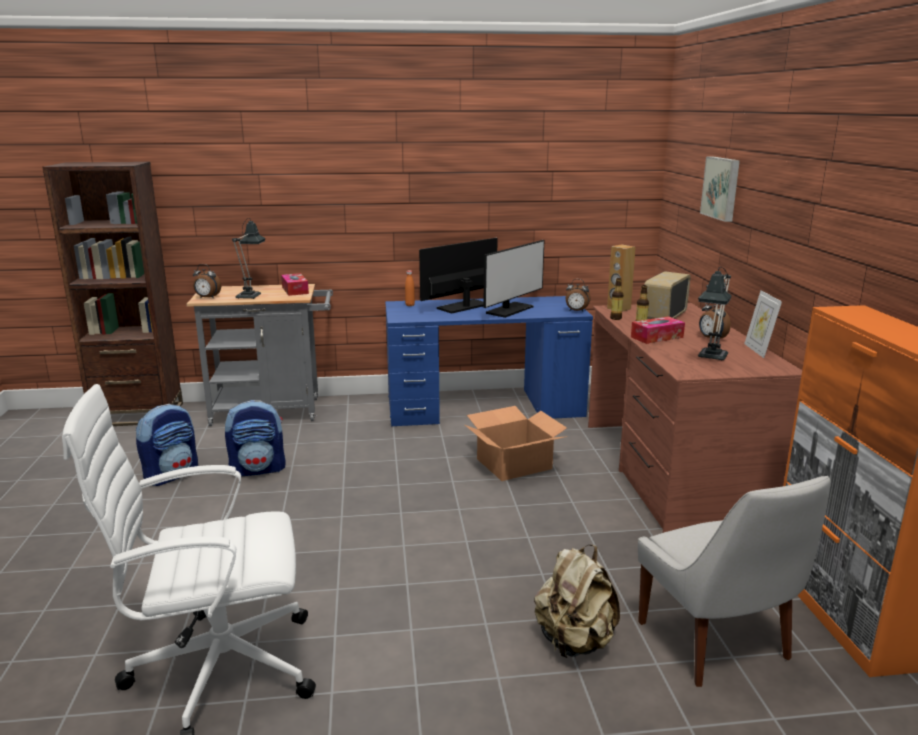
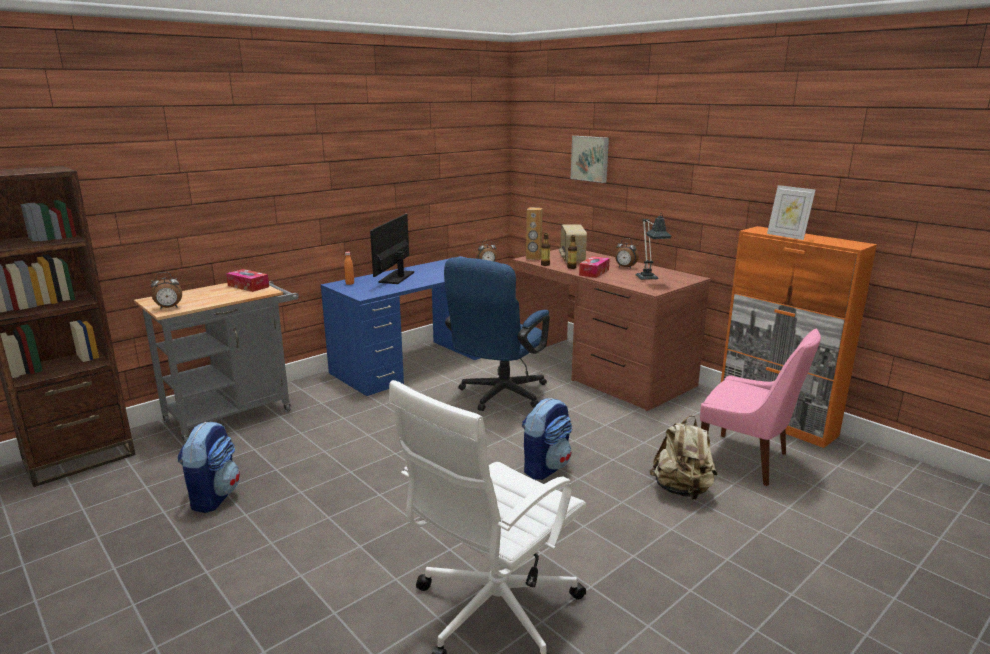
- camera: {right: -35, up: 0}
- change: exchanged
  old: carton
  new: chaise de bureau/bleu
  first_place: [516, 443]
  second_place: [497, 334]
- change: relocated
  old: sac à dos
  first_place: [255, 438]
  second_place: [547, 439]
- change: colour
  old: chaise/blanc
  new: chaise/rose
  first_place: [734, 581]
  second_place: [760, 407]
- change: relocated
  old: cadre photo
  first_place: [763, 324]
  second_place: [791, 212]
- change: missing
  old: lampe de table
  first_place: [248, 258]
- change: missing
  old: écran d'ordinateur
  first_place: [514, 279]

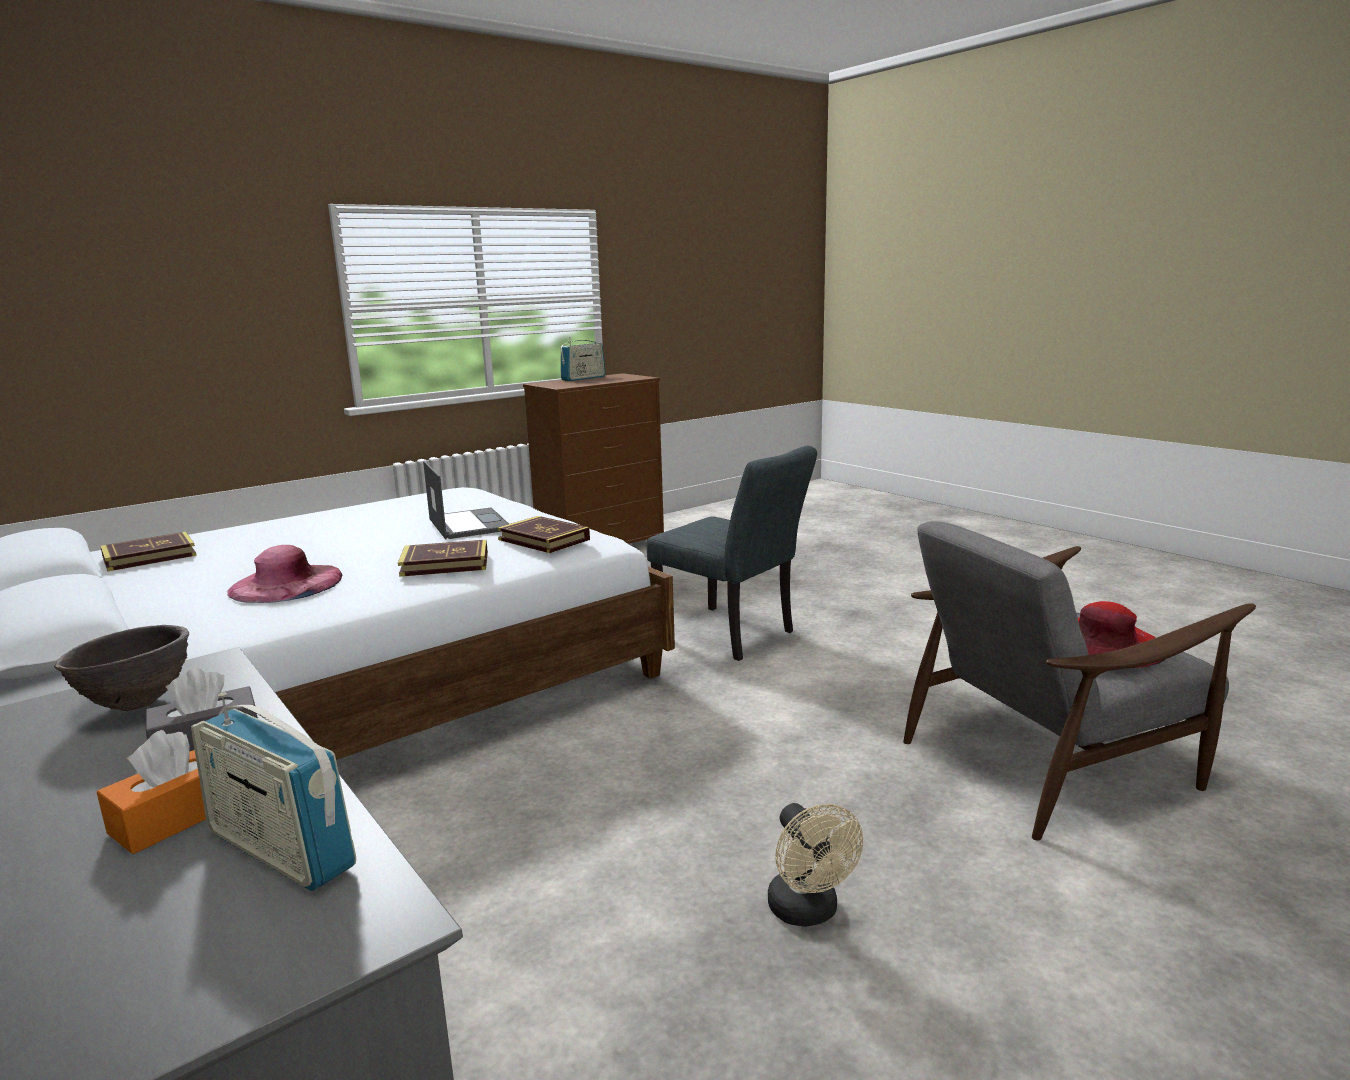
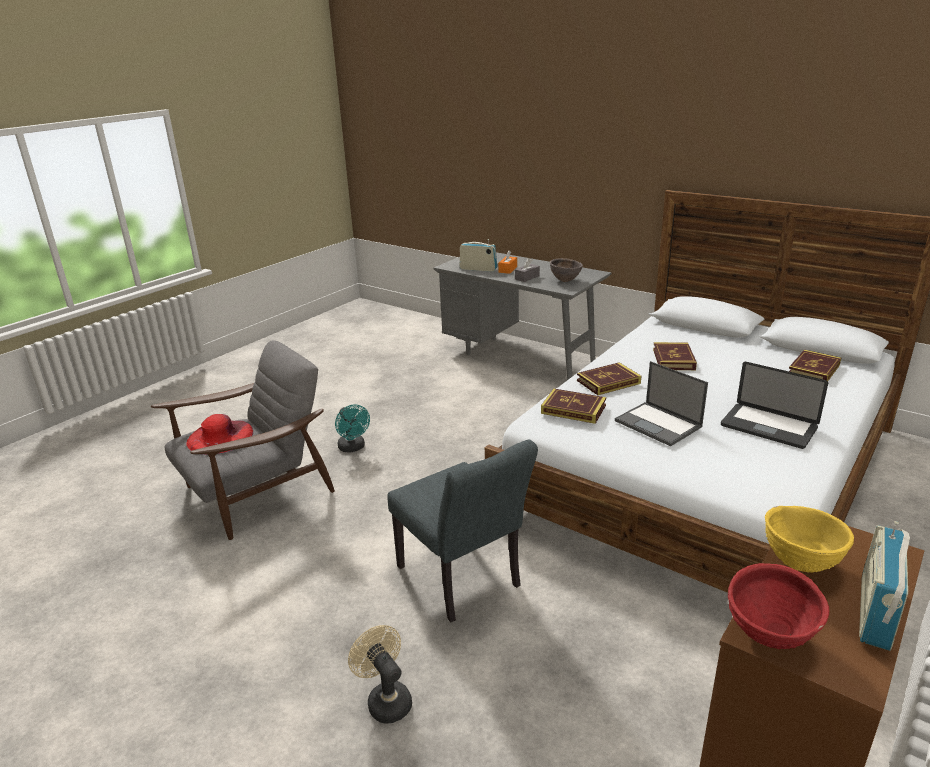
- camera: {right: 165, up: 10}
- change: appeared
  new: ventilateur/turquoise
  second_place: [352, 428]
- change: relocated
  old: ventilateur/beige
  first_place: [815, 865]
  second_place: [380, 674]
- change: spun
  old: chaise/gris
  first_place: [732, 553]
  second_place: [463, 530]
  degrees: -150
- change: exchanged
  old: chapeau/rose
  new: livre
  first_place: [284, 574]
  second_place: [675, 356]
- change: appeared
  new: ordinateur portable
  second_place: [774, 405]
- change: appeared
  new: bol/rouge
  second_place: [778, 606]
- change: appeared
  new: bol/jaune
  second_place: [809, 539]

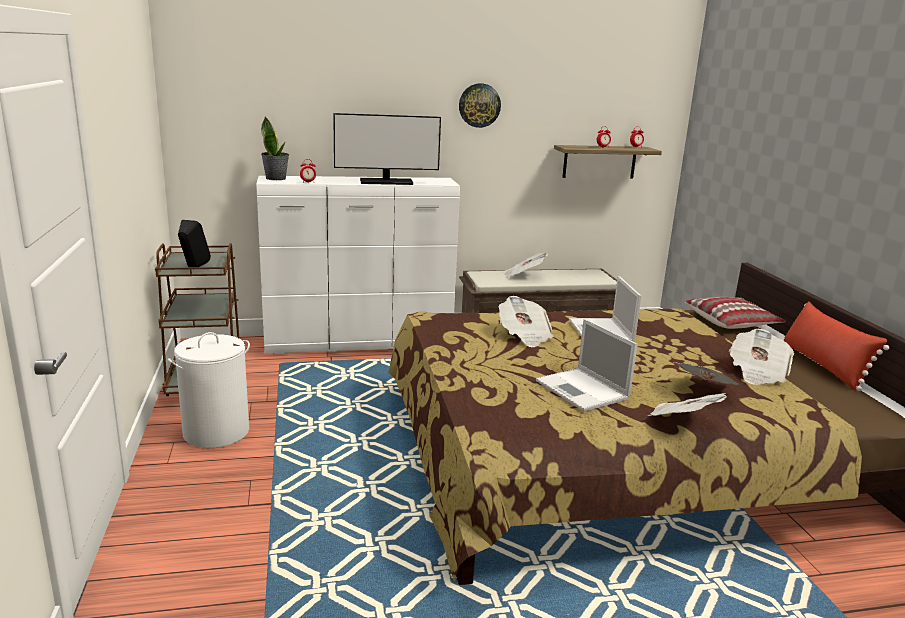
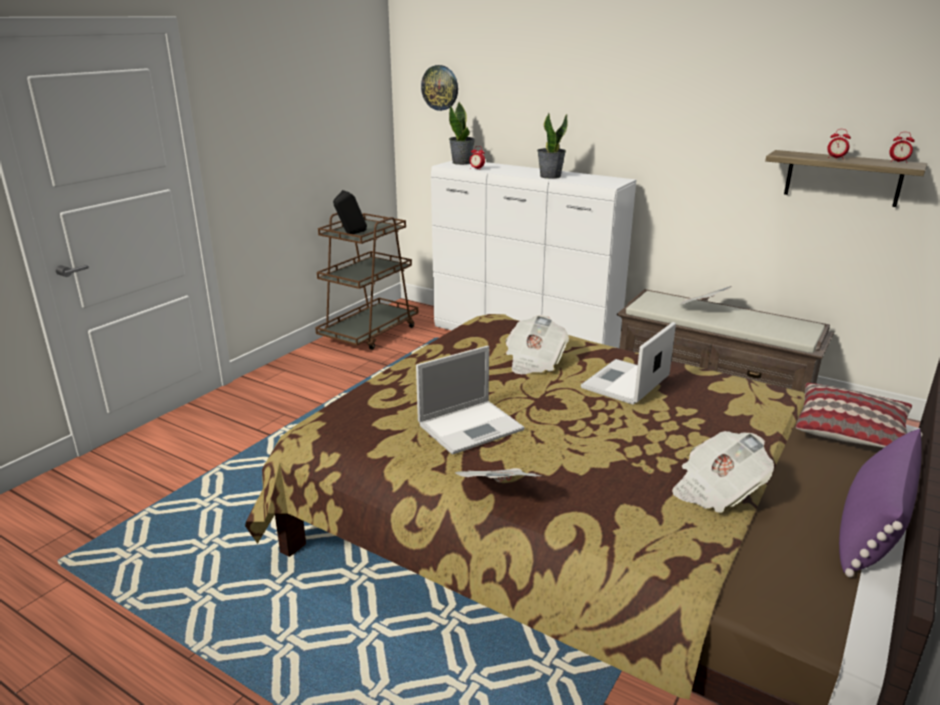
- camera: {right: 45, up: 5}
- change: spun
  old: ordinateur portable
  first_place: [586, 365]
  second_place: [470, 400]
  degrees: -135
- change: relocated
  old: horloge murale
  first_place: [480, 105]
  second_place: [439, 88]
- change: exchanged
  old: écran d'ordinateur
  new: plante en pot
  first_place: [387, 149]
  second_place: [552, 146]
- change: colour
  old: coussin/rouge
  new: coussin/violet
  first_place: [836, 346]
  second_place: [881, 503]
- change: missing
  old: panier à linge/blanc
  first_place: [209, 390]
- change: missing
  old: journal
  first_place: [706, 373]

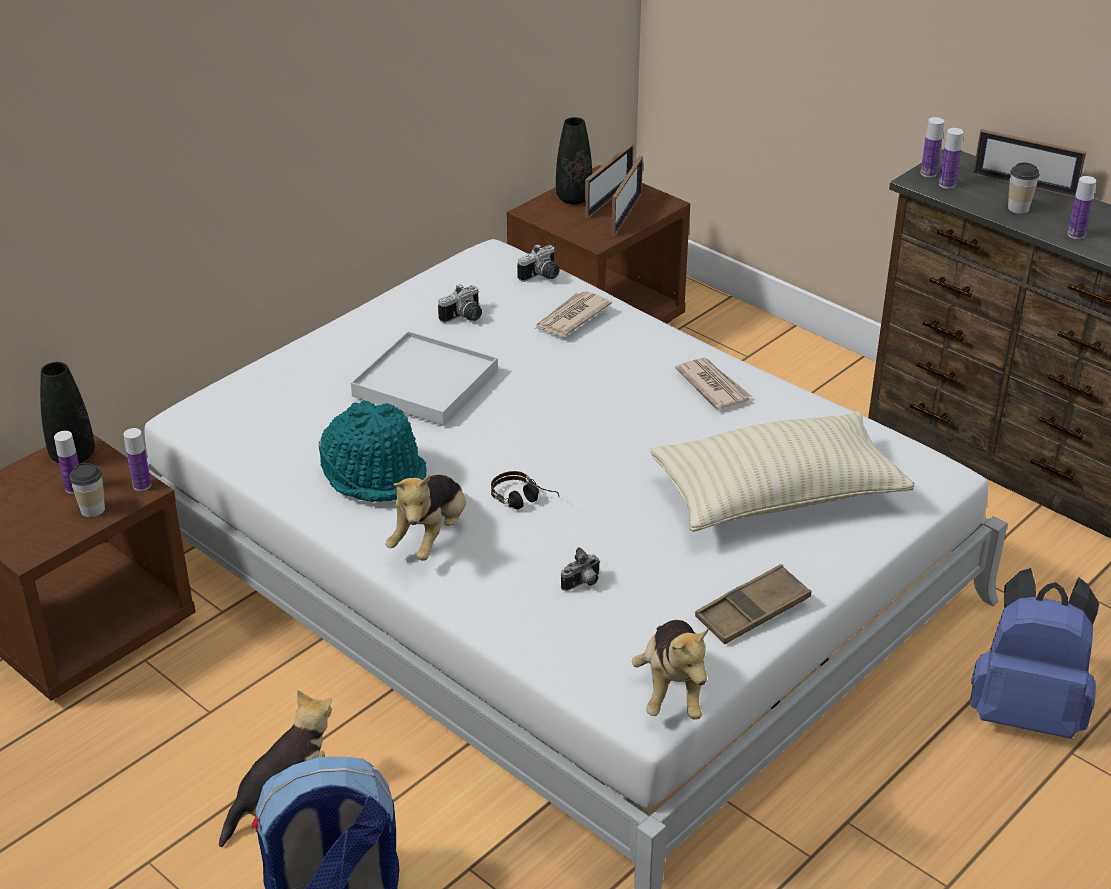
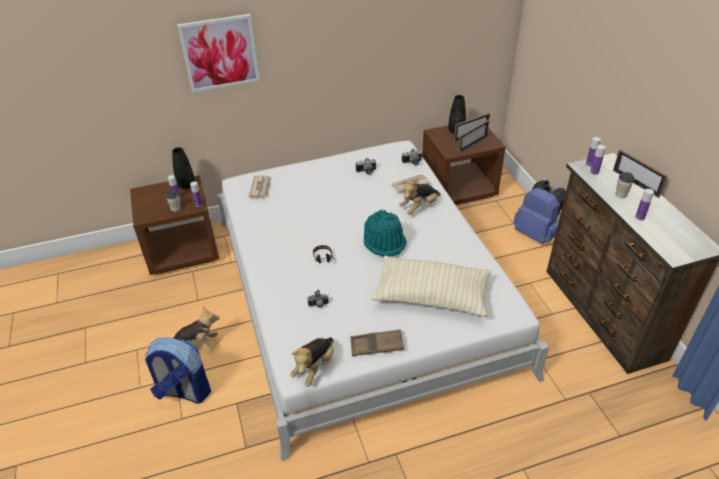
- camera: {right: 30, up: 5}
- change: appeared
  new: tableau
  second_place: [218, 53]
- change: relocated
  old: journal
  first_place: [714, 384]
  second_place: [260, 186]
- change: relocated
  old: chapeau/turquoise
  first_place: [373, 451]
  second_place: [385, 233]
- change: relocated
  old: peluche
  first_place: [425, 518]
  second_place: [420, 198]
- change: relocated
  old: sac à dos/bleu
  first_place: [1034, 653]
  second_place: [539, 212]
- change: missing
  old: plateau/blanc
  first_place: [424, 378]

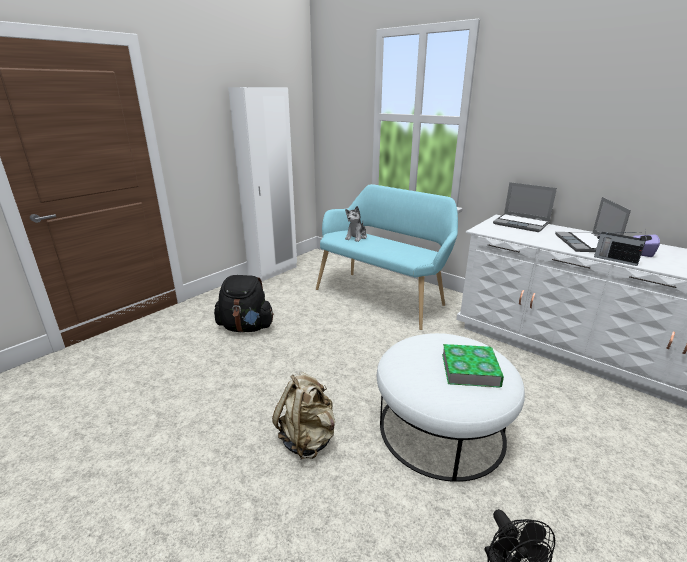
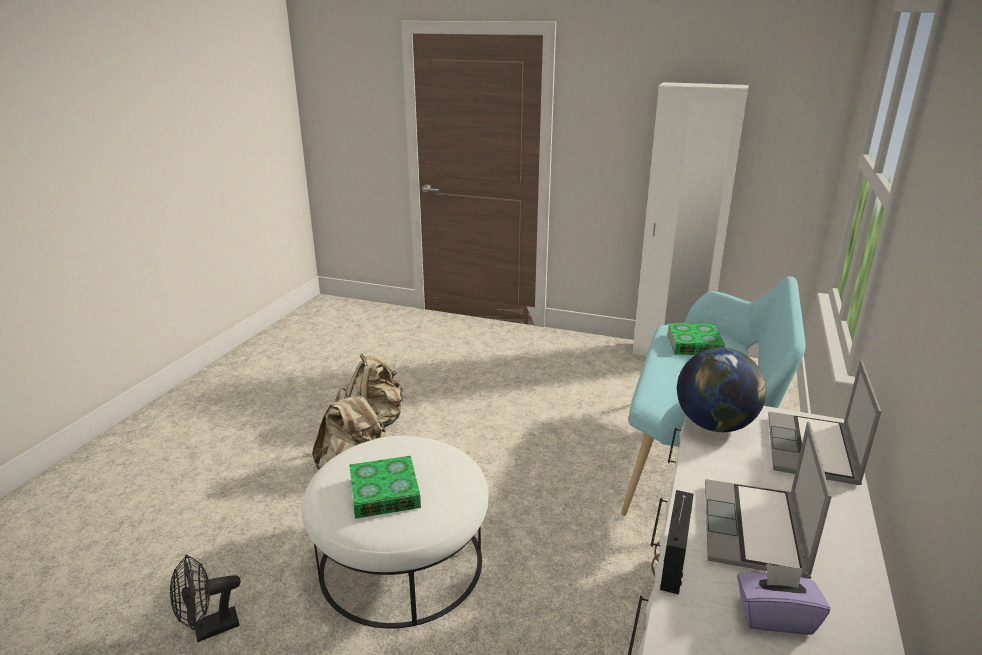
- camera: {right: 70, up: 0}
- change: appeared
  new: sac à dos/beige
  second_place: [373, 391]
- change: exchanged
  old: peluche
  new: livre
  first_place: [356, 224]
  second_place: [696, 339]
- change: appeared
  new: globe
  second_place: [721, 389]
- change: spun
  old: ordinateur portable
  first_place: [593, 224]
  second_place: [768, 500]
  degrees: -60
- change: missing
  old: sac à dos/noir
  first_place: [244, 303]

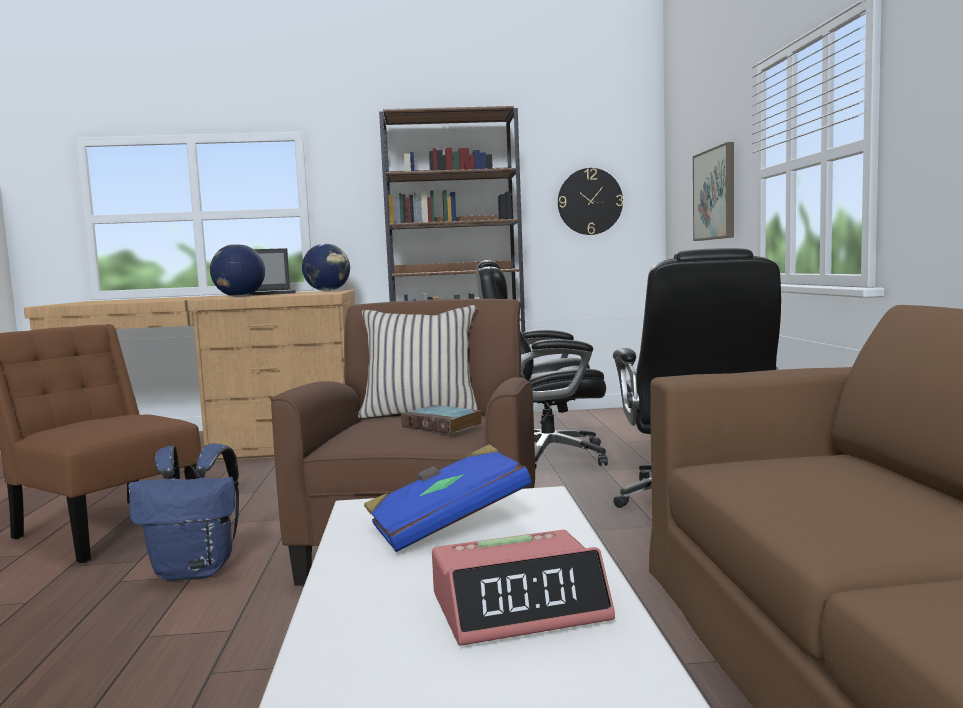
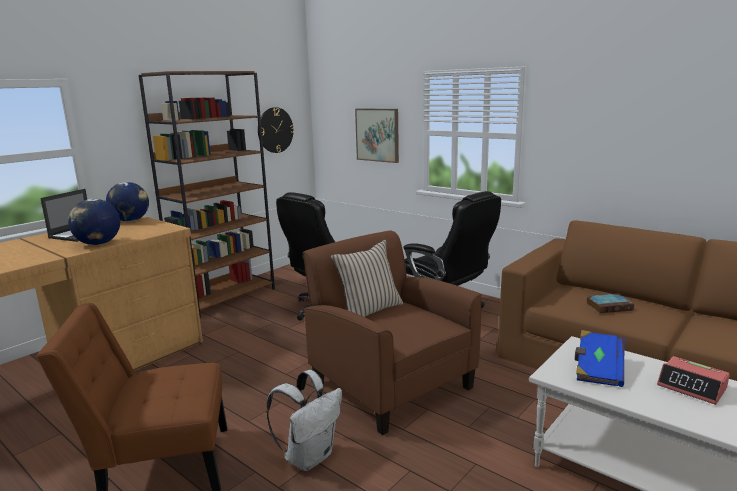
- camera: {right: -45, up: 10}
- change: colour
  old: sac à dos/bleu
  new: sac à dos/blanc
  first_place: [184, 512]
  second_place: [304, 420]
- change: relocated
  old: livre
  first_place: [441, 419]
  second_place: [610, 303]
- change: spun
  old: réveil
  first_place: [523, 588]
  second_place: [693, 380]
  degrees: 105

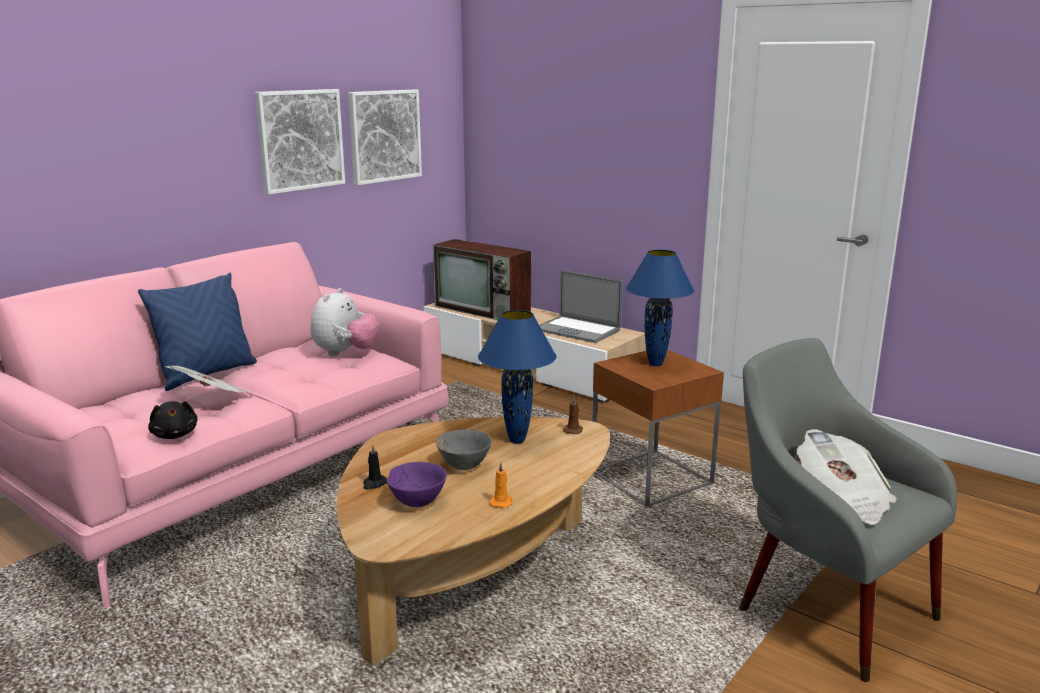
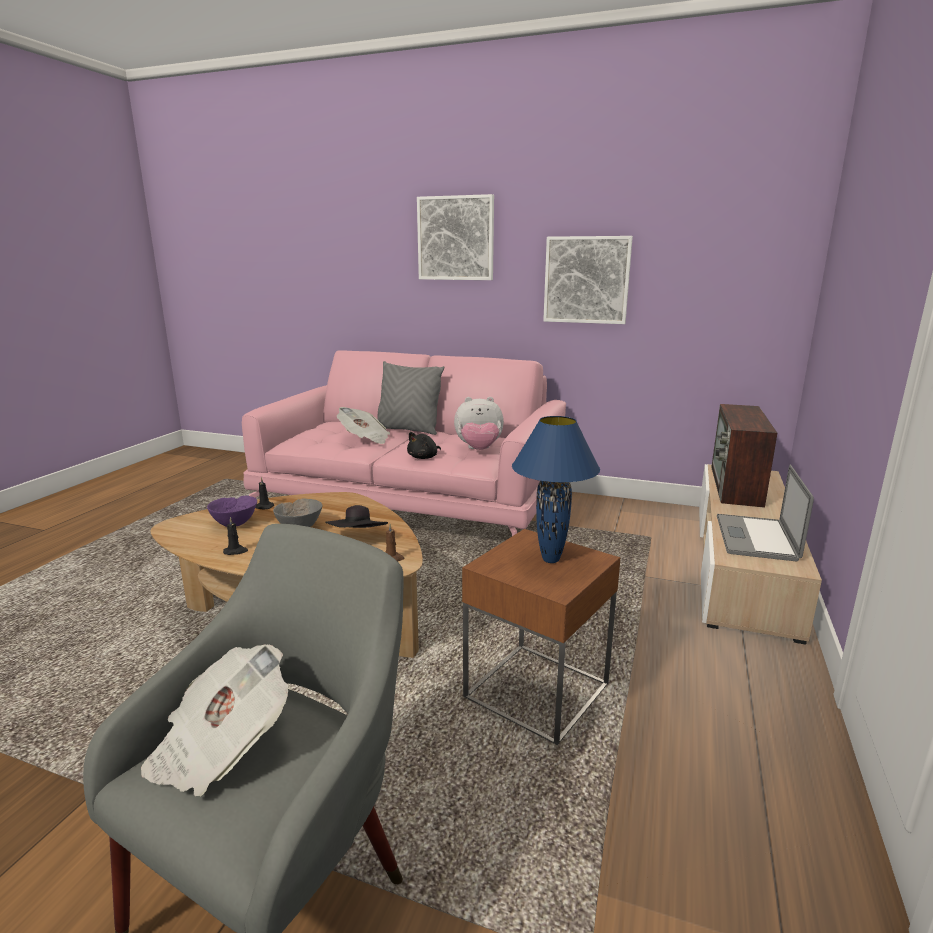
- camera: {right: 70, up: 0}
- change: colour
  old: bougie/orange
  new: bougie/noir
  first_place: [500, 485]
  second_place: [235, 536]
- change: exchanged
  old: lampe de table/bleu
  new: chapeau/noir
  first_place: [517, 377]
  second_place: [356, 516]
- change: colour
  old: coussin/bleu
  new: coussin/gris
  first_place: [197, 332]
  second_place: [410, 398]
- change: relocated
  old: peluche/noir
  first_place: [173, 420]
  second_place: [424, 445]
- change: relocated
  old: tableau
  first_place: [385, 137]
  second_place: [455, 237]

